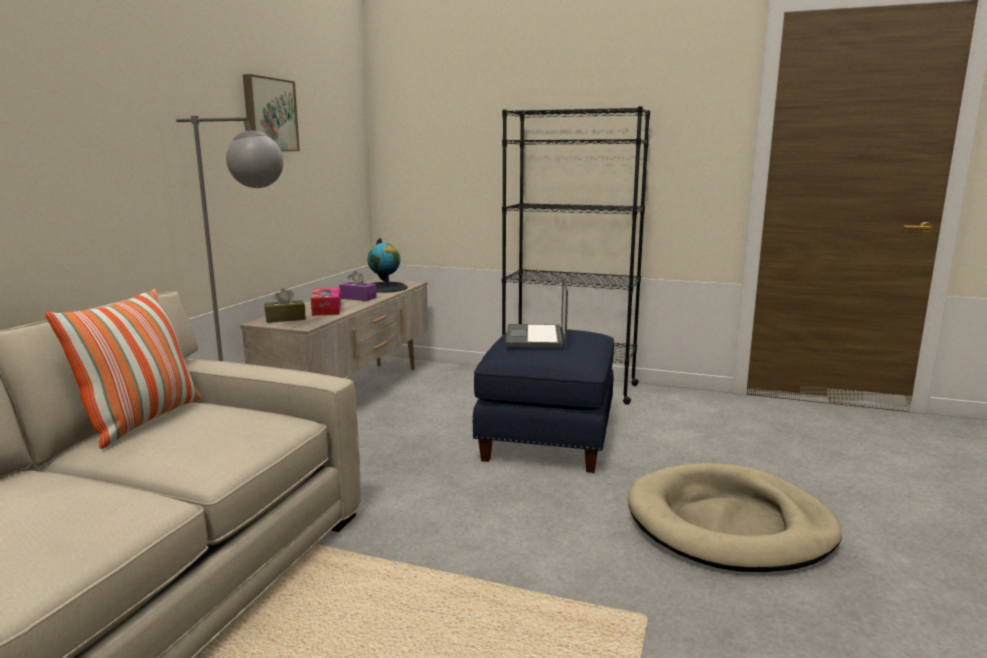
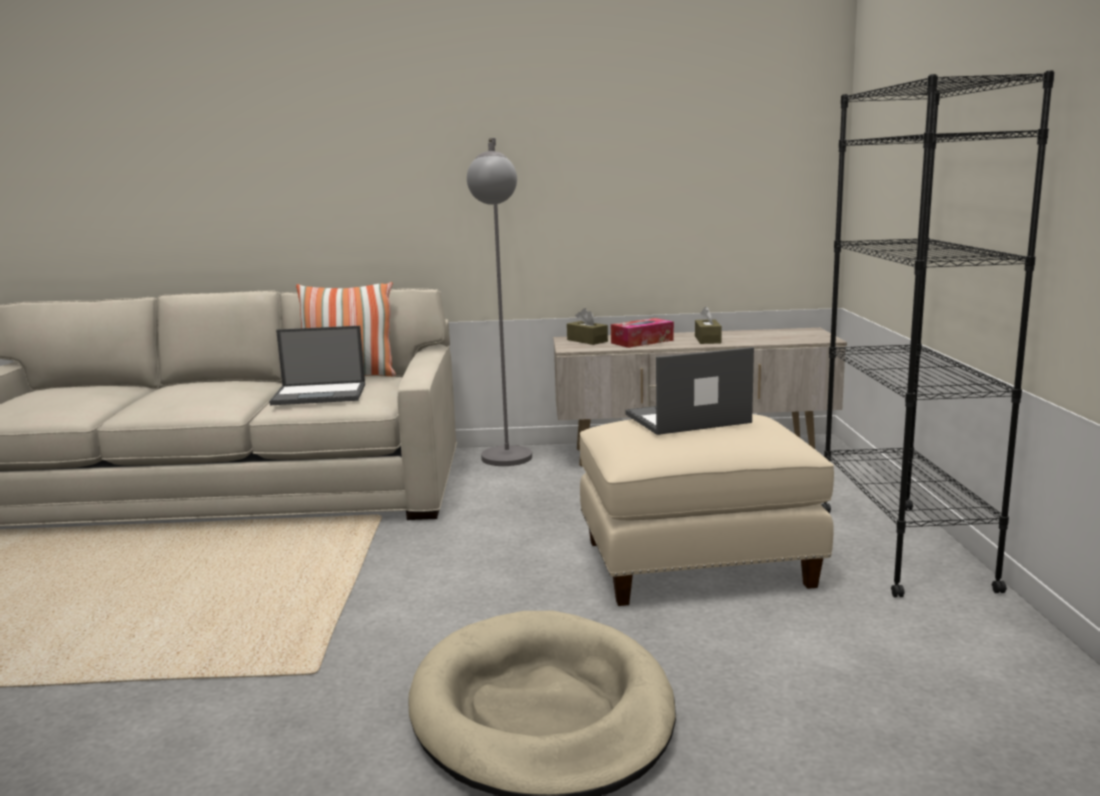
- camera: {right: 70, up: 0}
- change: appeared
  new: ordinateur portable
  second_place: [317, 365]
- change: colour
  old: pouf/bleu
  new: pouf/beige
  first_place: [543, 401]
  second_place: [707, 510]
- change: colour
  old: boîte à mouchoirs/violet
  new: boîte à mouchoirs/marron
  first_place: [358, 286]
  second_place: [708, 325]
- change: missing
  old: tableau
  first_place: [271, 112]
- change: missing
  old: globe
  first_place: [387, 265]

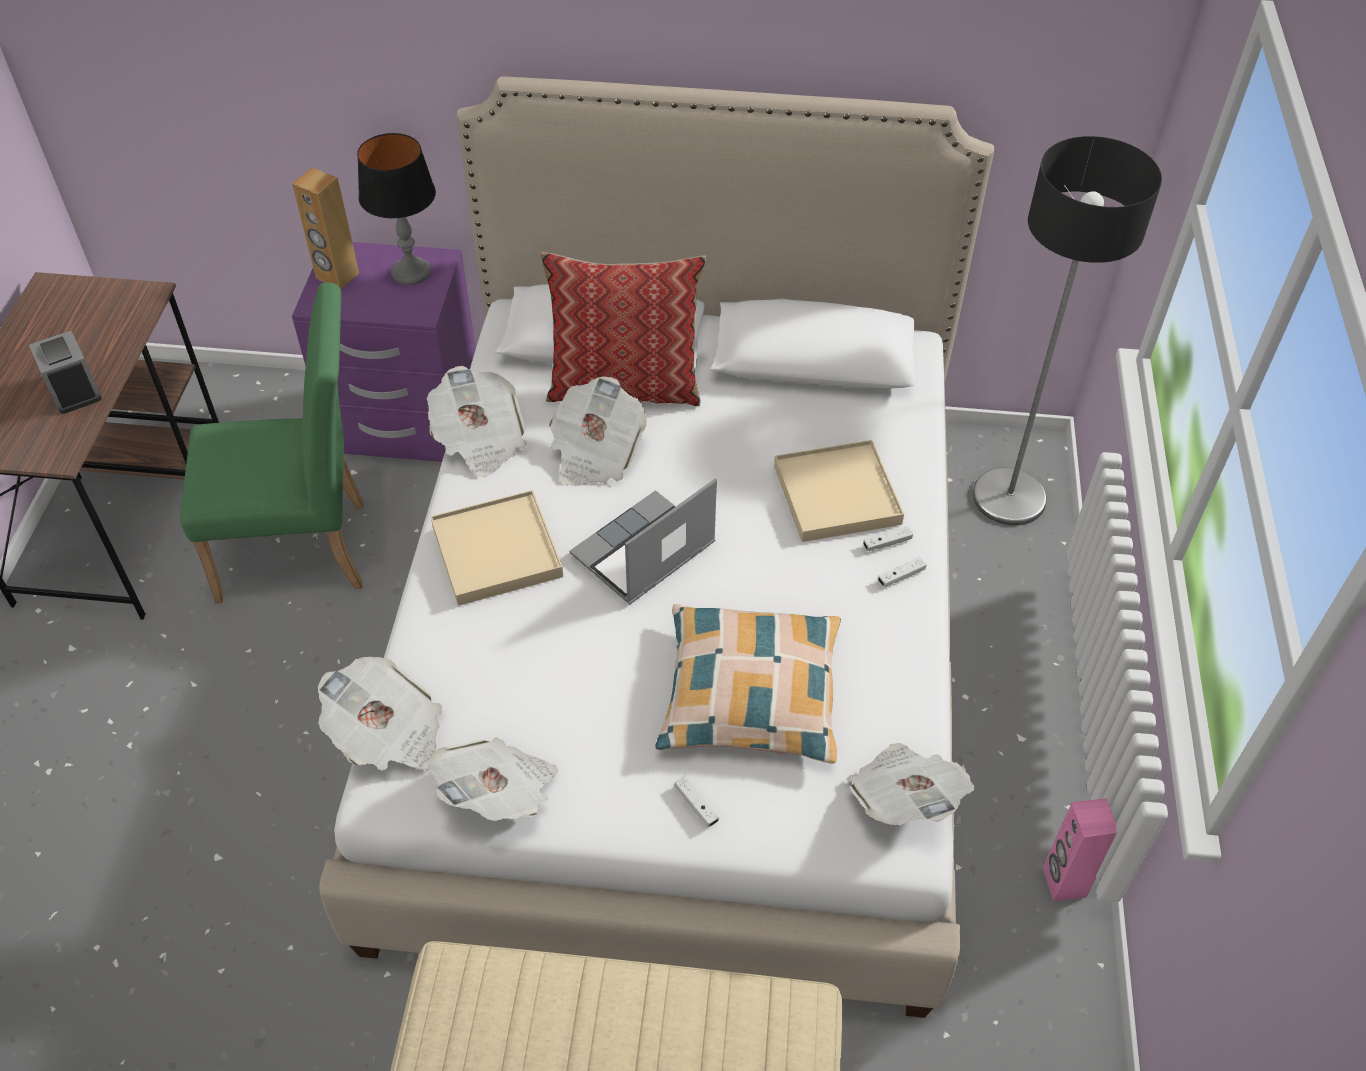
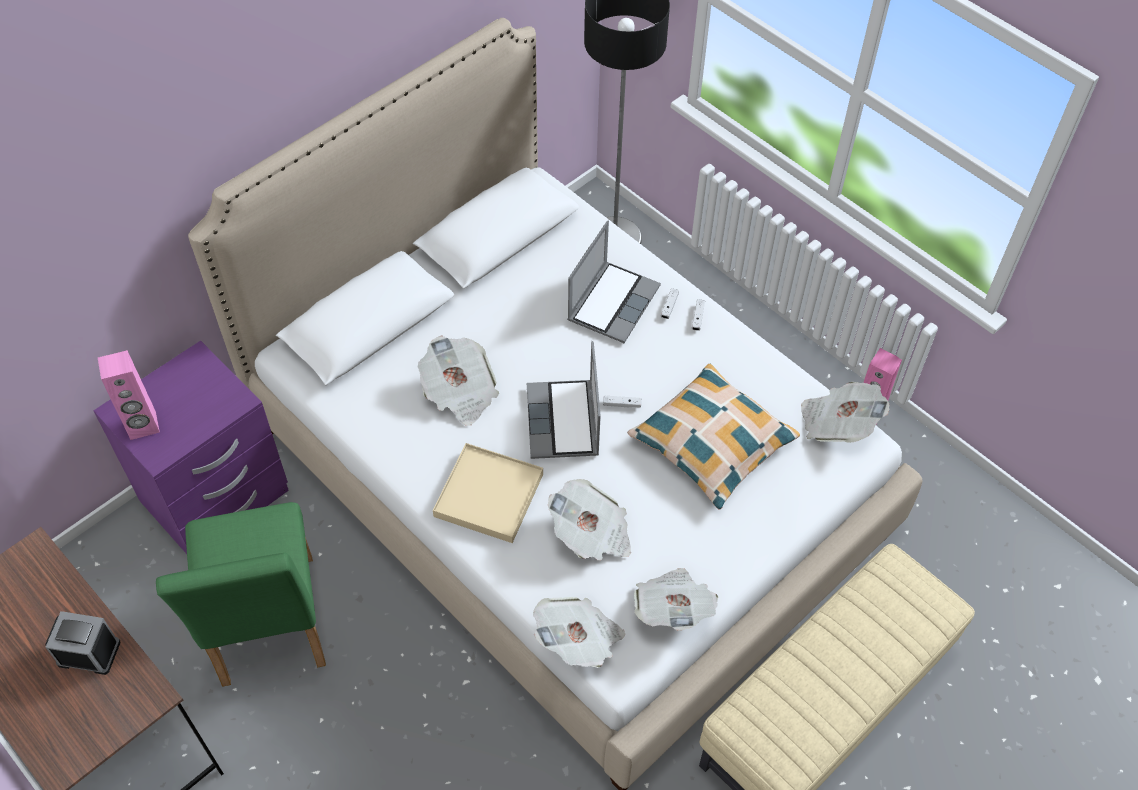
- camera: {right: -50, up: 5}
- change: colour
  old: enceinte/marron
  new: enceinte/rose
  first_place: [325, 228]
  second_place: [129, 395]
- change: spun
  old: chaise/vert
  first_place: [271, 443]
  second_place: [241, 594]
  degrees: 135
- change: relocated
  old: journal
  first_place: [477, 422]
  second_place: [589, 520]
- change: exchanged
  old: plateau/beige
  new: ordinateur portable
  first_place: [839, 491]
  second_place: [614, 282]
- change: relocated
  old: manette/blanc
  first_place: [697, 801]
  second_place: [622, 402]
- change: missing
  old: lampe de table
  first_place: [396, 209]
- change: missing
  old: coussin
  first_place: [623, 329]

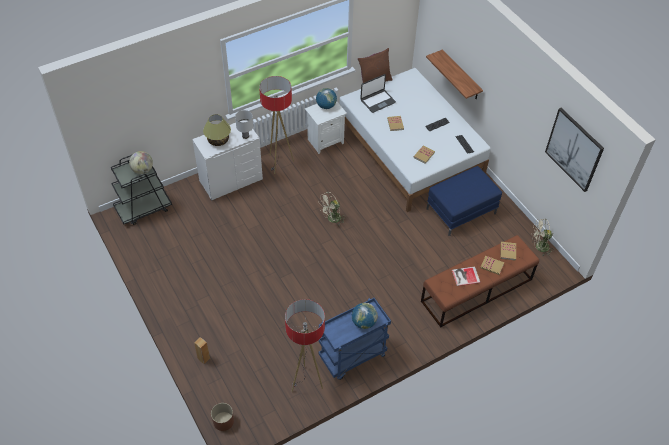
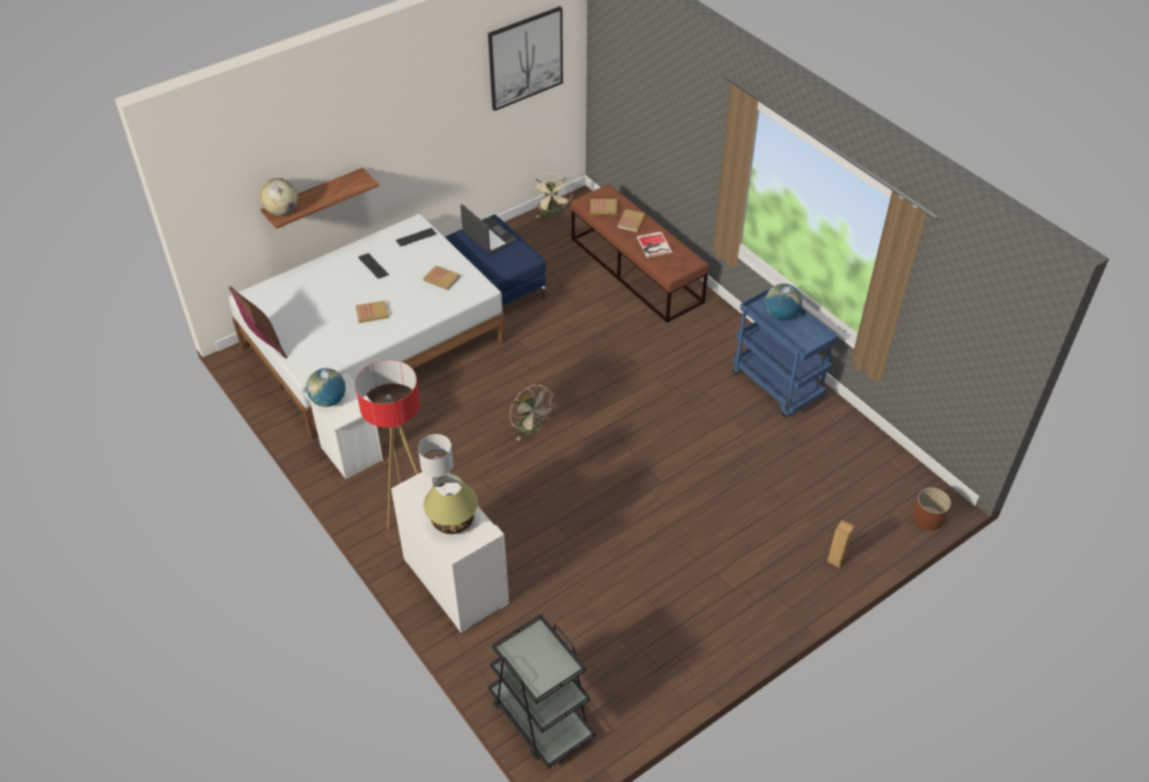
- camera: {right: -95, up: -5}
- change: relocated
  old: globe
  first_place: [141, 162]
  second_place: [279, 196]
- change: relocated
  old: ordinateur portable
  first_place: [378, 93]
  second_place: [489, 229]
- change: missing
  old: lampadaire
  first_place: [305, 345]

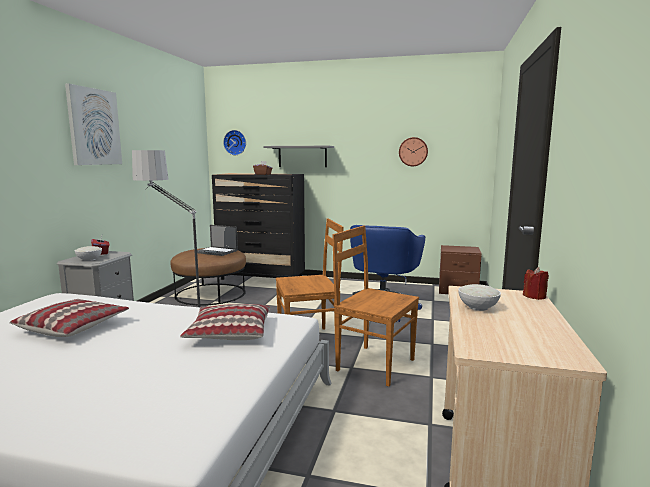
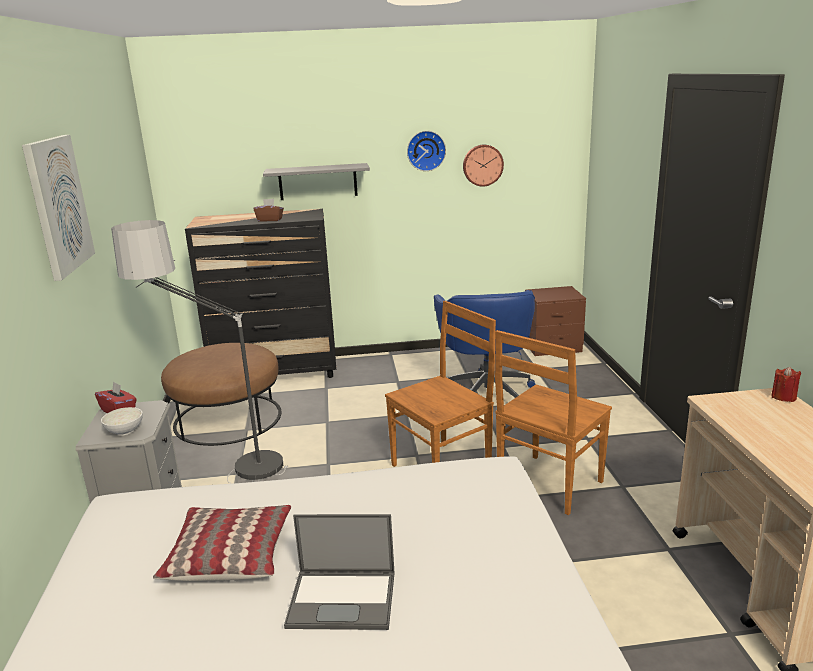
- camera: {right: -20, up: 10}
- change: relocated
  old: ordinateur portable
  first_place: [217, 240]
  second_place: [339, 572]
- change: relocated
  old: horloge murale
  first_place: [234, 142]
  second_place: [426, 151]
- change: spun
  old: chaise/marron
  first_place: [375, 305]
  second_place: [553, 422]
  degrees: -60
- change: missing
  old: coussin
  first_place: [225, 322]
- change: missing
  old: bol/blanc
  first_place: [479, 297]

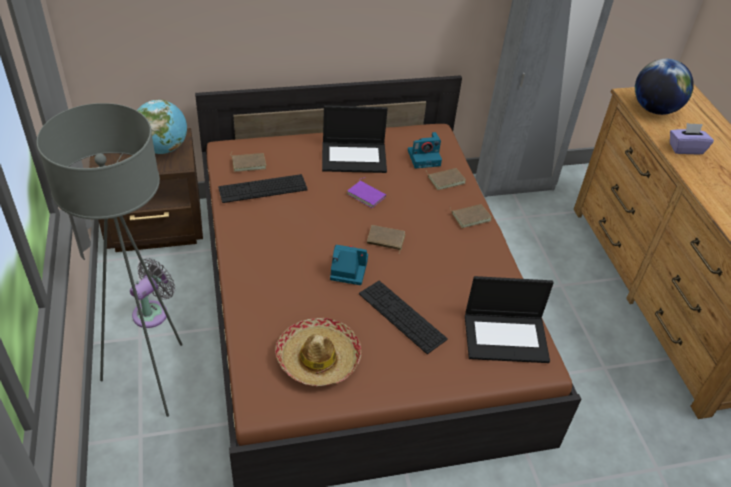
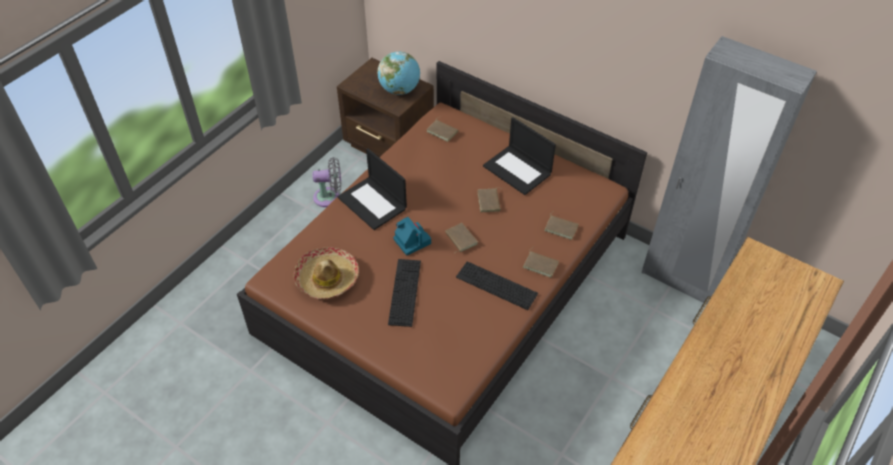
- camera: {right: 50, up: 5}
- change: relocated
  old: ordinateur portable
  first_place: [509, 319]
  second_place: [372, 189]
- change: relocated
  old: clavier
  first_place: [263, 188]
  second_place: [497, 285]
- change: colour
  old: livre/violet
  new: livre/marron
  first_place: [366, 193]
  second_place: [490, 199]
- change: missing
  old: lampadaire/gris
  first_place: [109, 260]
- change: missing
  old: appareil photo
  first_place: [425, 150]
- change: missing
  old: globe
  first_place: [664, 87]
- change: missing
  old: boîte à mouchoirs/violet
  first_place: [692, 139]

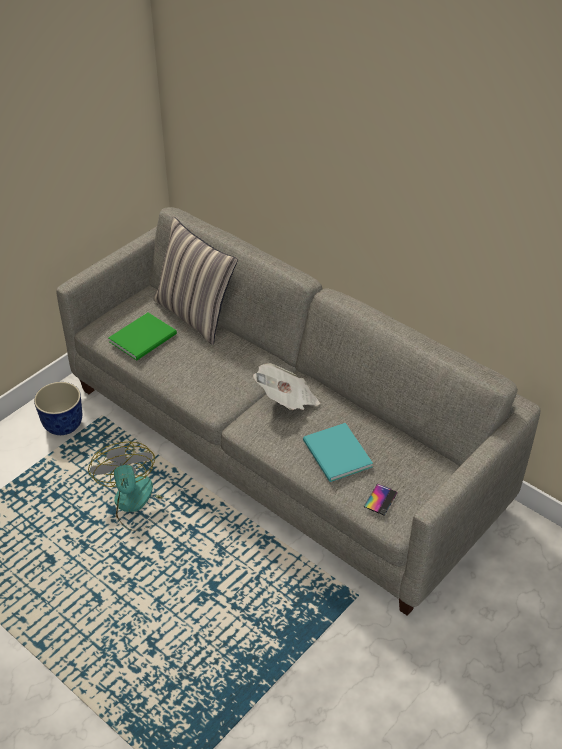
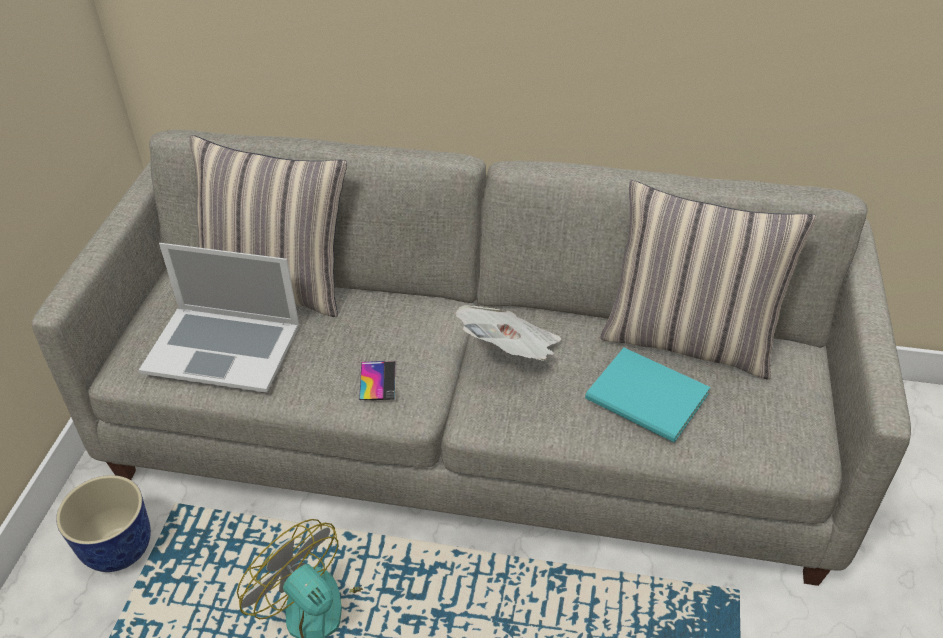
- camera: {right: -30, up: 0}
- change: exchanged
  old: livre/vert
  new: ordinateur portable
  first_place: [143, 336]
  second_place: [219, 318]
- change: relocated
  old: téléphone
  first_place: [381, 500]
  second_place: [377, 380]
- change: appeared
  new: coussin
  second_place: [708, 280]

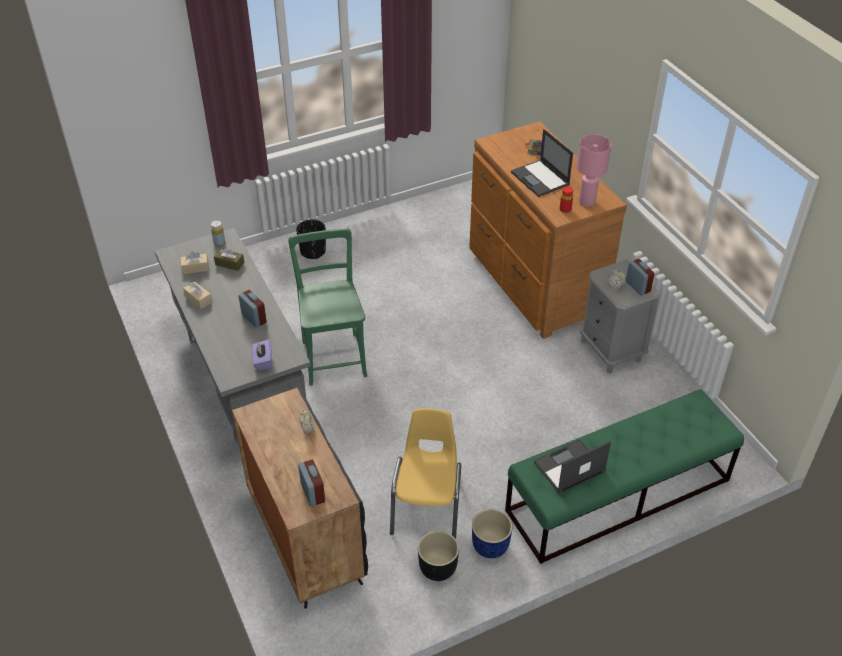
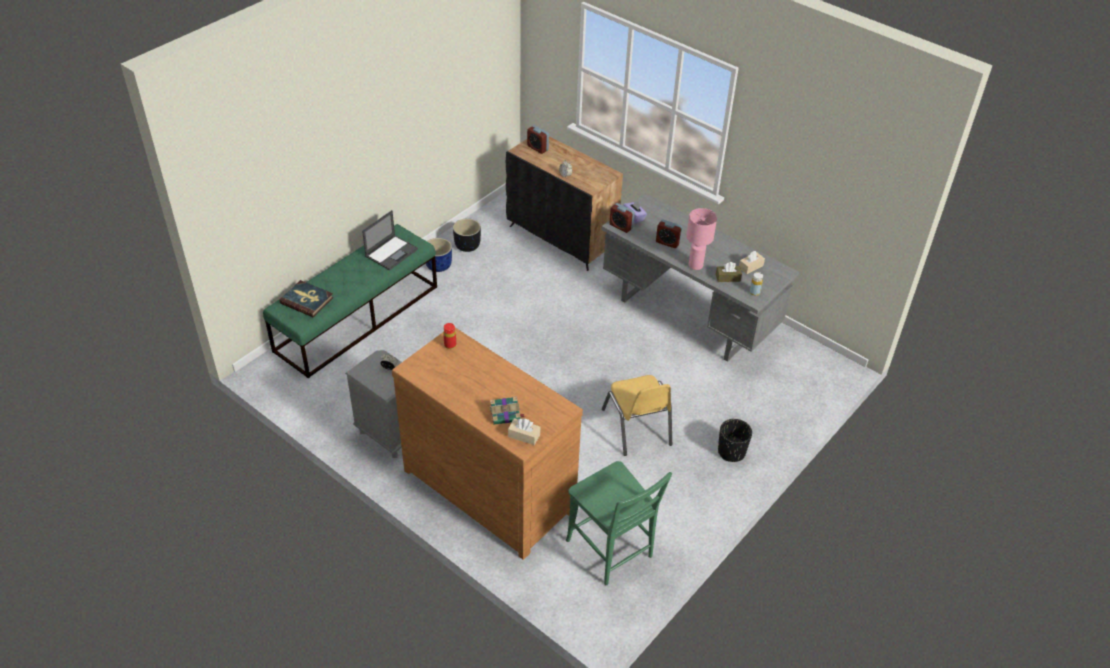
- camera: {right: 155, up: 0}
- change: appeared
  new: livre
  second_place: [306, 298]
- change: relocated
  old: boîte à mouchoirs/beige
  first_place: [197, 295]
  second_place: [524, 431]
- change: relocated
  old: chaise/vert
  first_place: [327, 307]
  second_place: [619, 523]
- change: relocated
  old: chaise/jaune
  first_place: [425, 473]
  second_place: [637, 415]
- change: relocated
  old: réveil
  first_place: [640, 277]
  second_place: [622, 218]
- change: relocated
  old: lampe de table/rose
  first_place: [594, 170]
  second_place: [701, 239]
- change: missing
  old: ordinateur portable
  first_place: [542, 163]

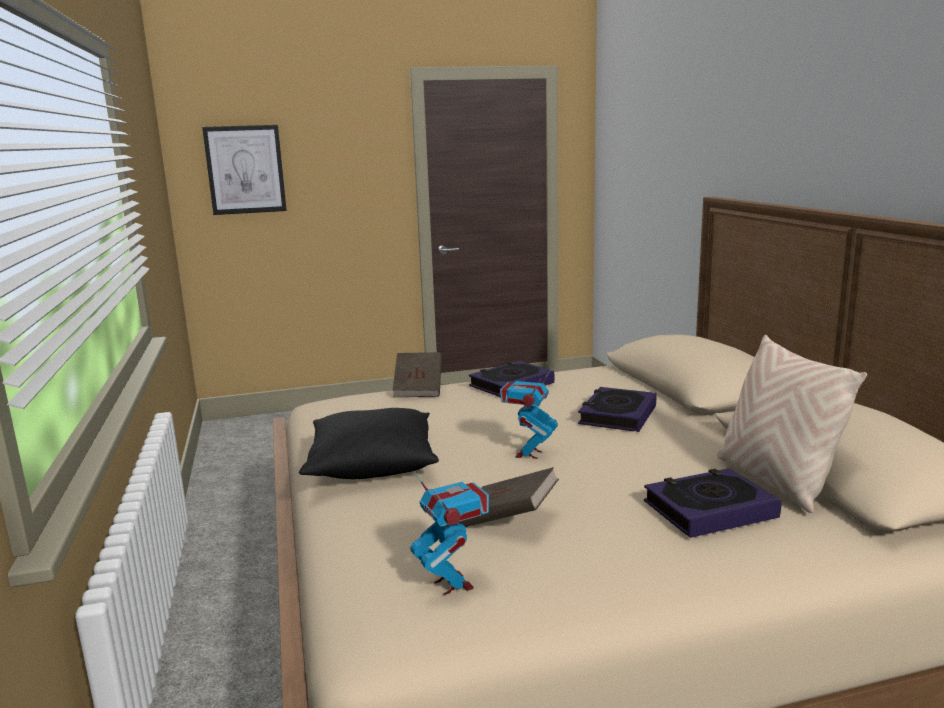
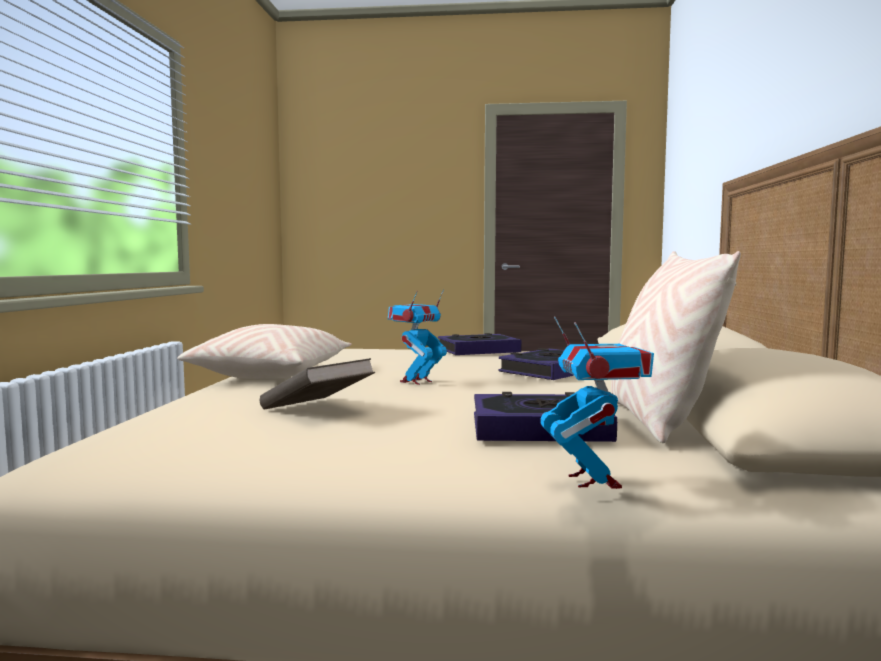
- camera: {right: 20, up: -10}
- change: colour
  old: coussin/noir
  new: coussin/beige
  first_place: [369, 443]
  second_place: [264, 351]
- change: relocated
  old: robot jouet
  first_place: [449, 533]
  second_place: [597, 402]
- change: missing
  old: tableau
  first_place: [244, 170]
- change: missing
  old: livre/marron
  first_place: [417, 374]

